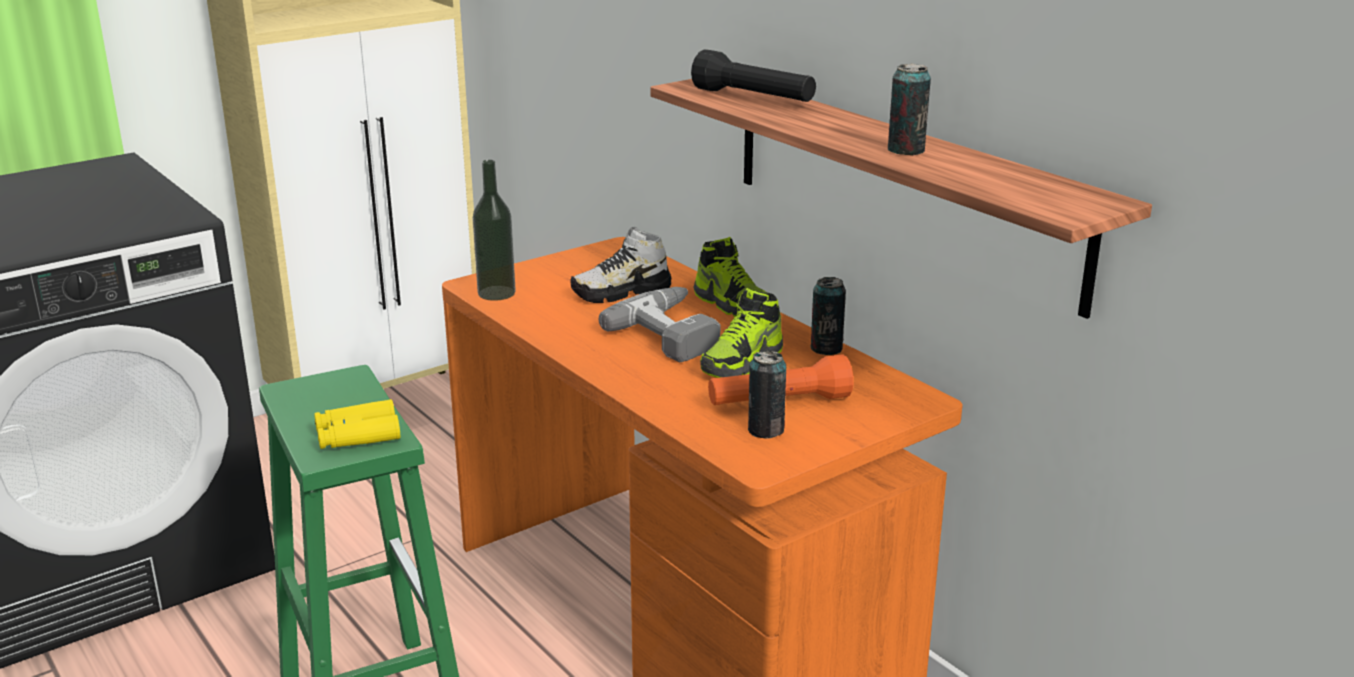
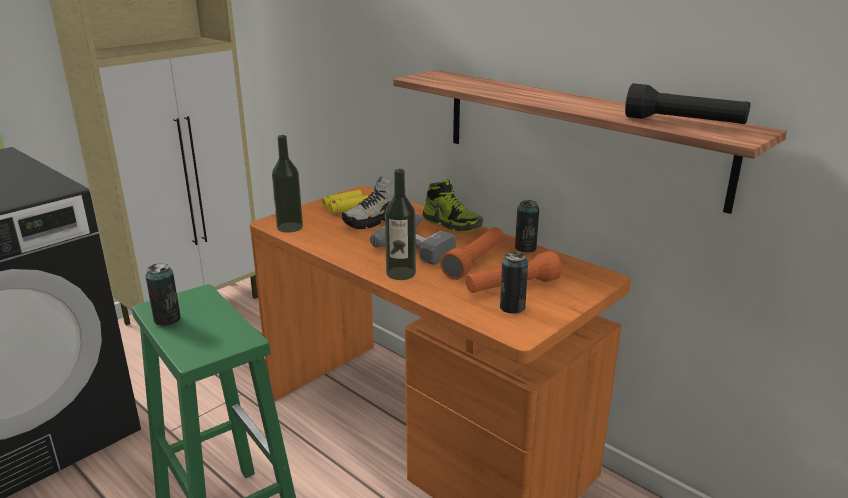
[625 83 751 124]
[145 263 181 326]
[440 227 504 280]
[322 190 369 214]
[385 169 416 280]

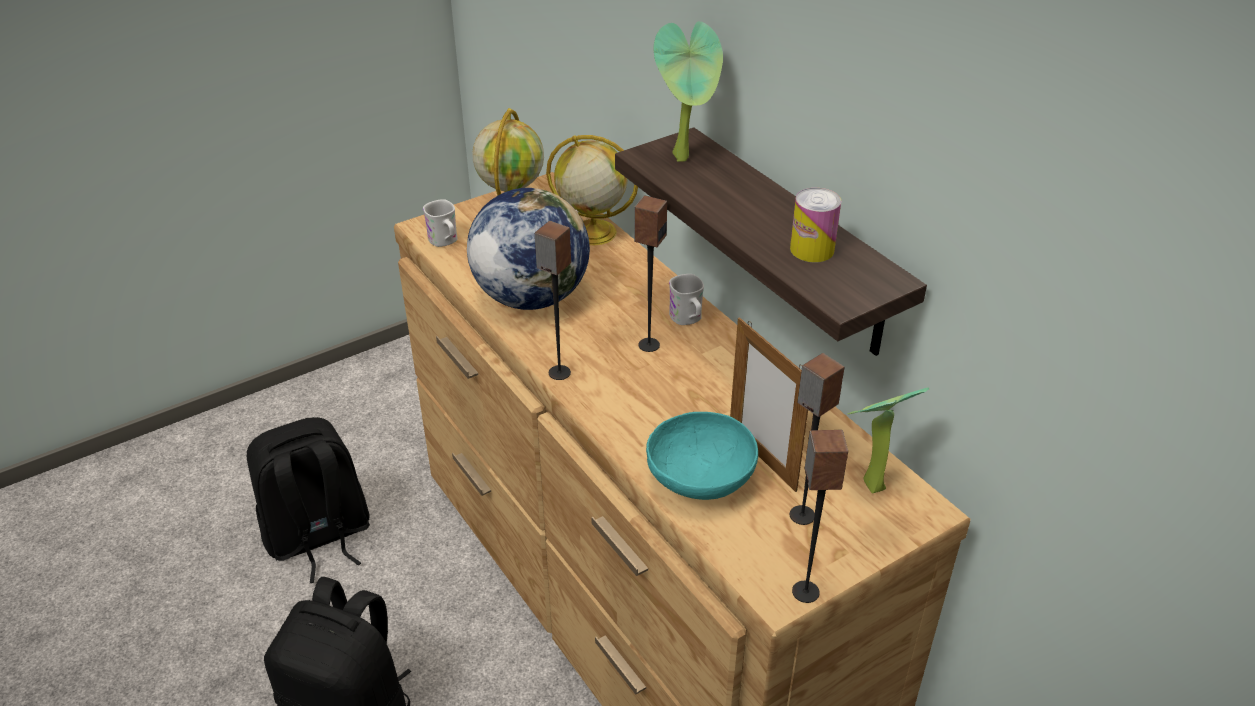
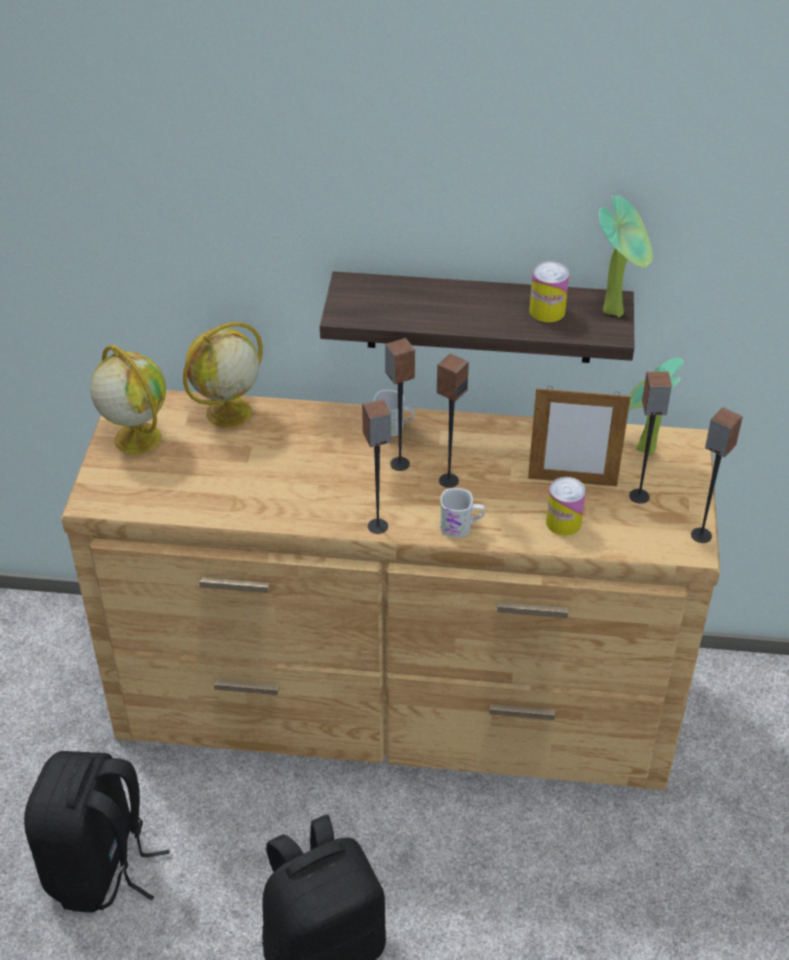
[599 195 653 317]
[467 188 590 310] (first image)
[440 488 485 537]
[546 477 586 536]
[437 353 469 488]

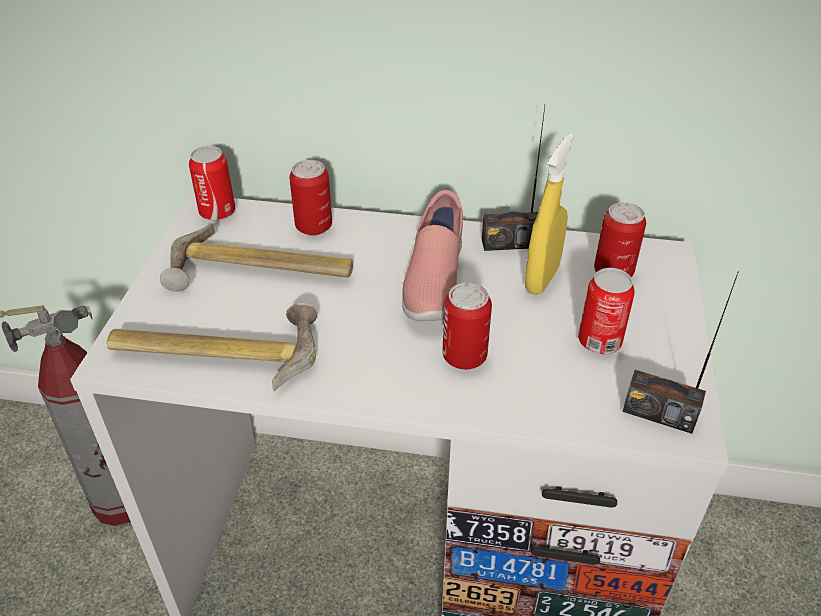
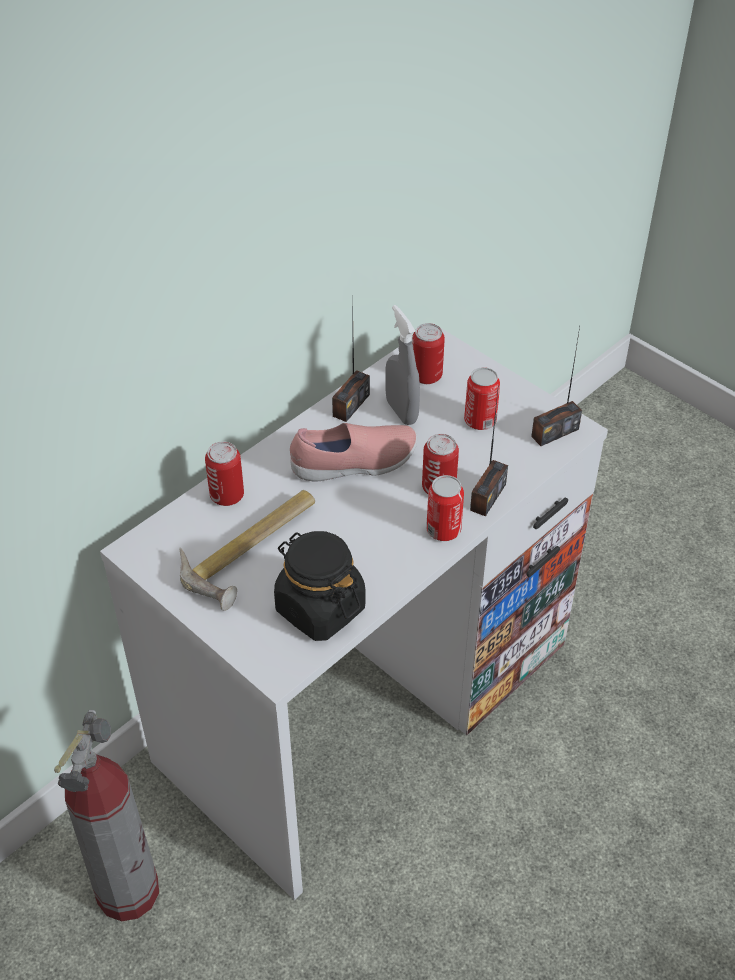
[385 305 420 425]
[426 475 464 541]
[290 423 417 481]
[274 531 365 641]
[470 391 508 517]

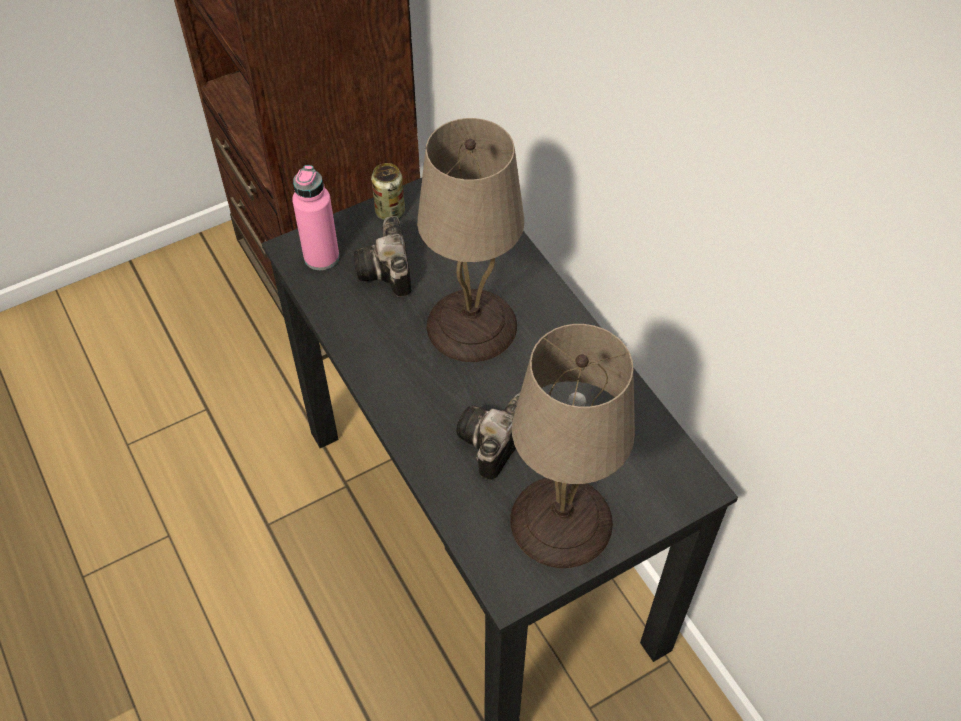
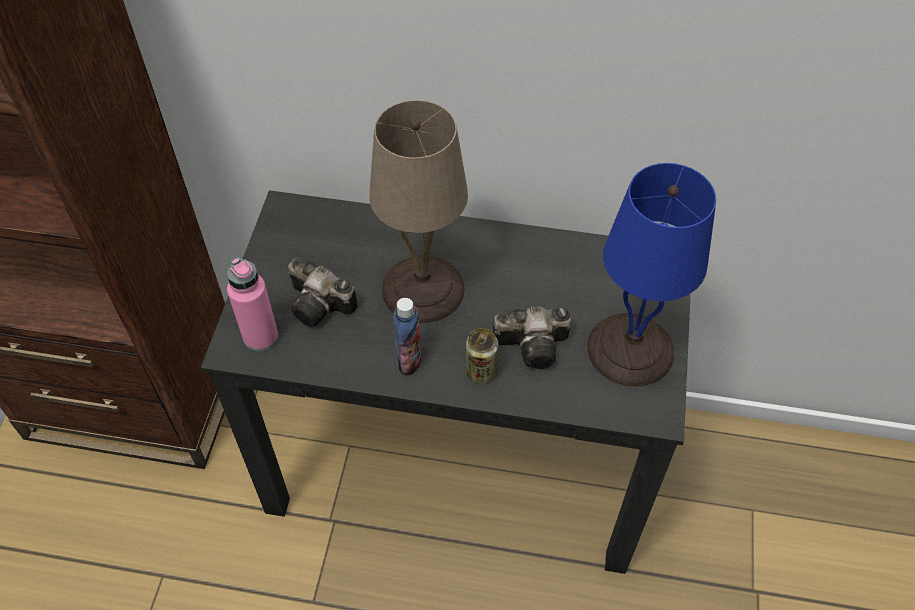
[466 328 498 384]
[587 163 716 387]
[493 306 571 370]
[393 298 421 375]

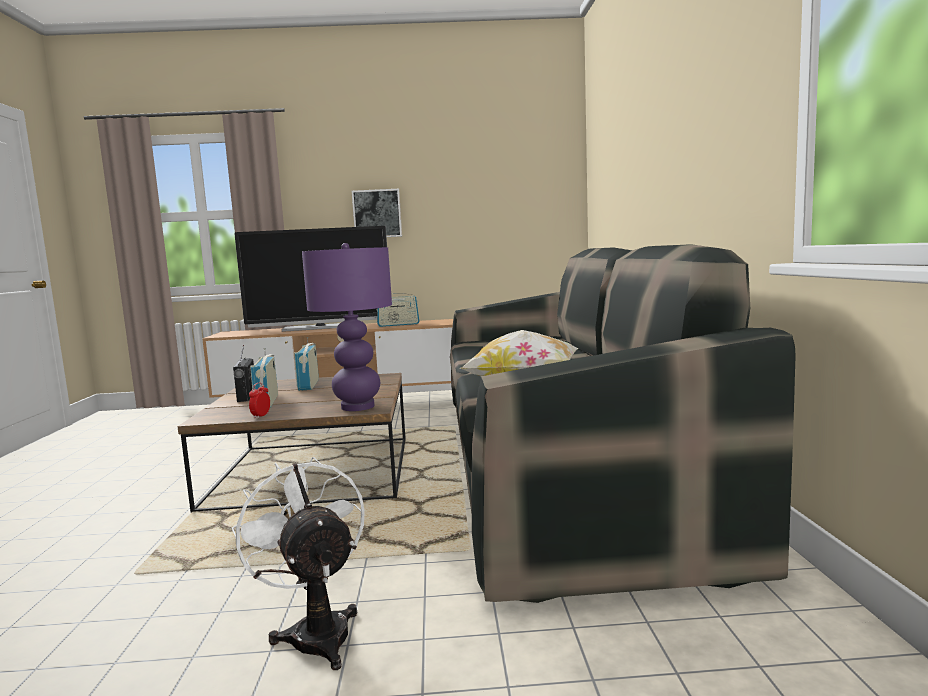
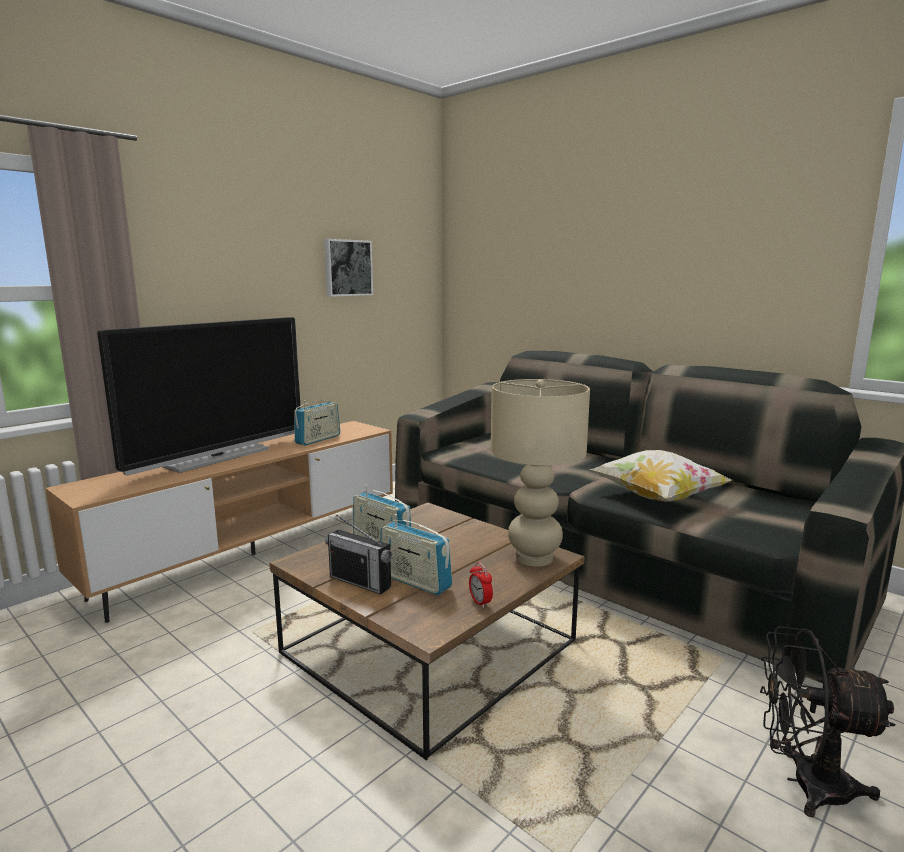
[324 239 373 297]
[491 379 590 567]
[760 626 895 817]

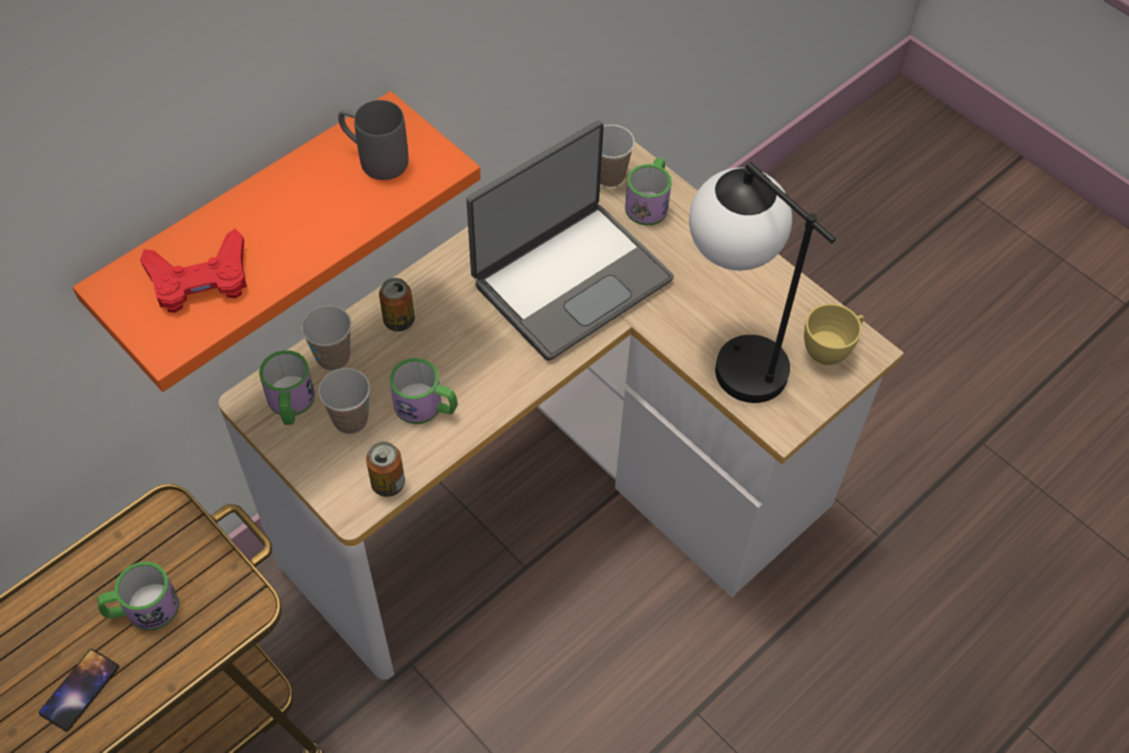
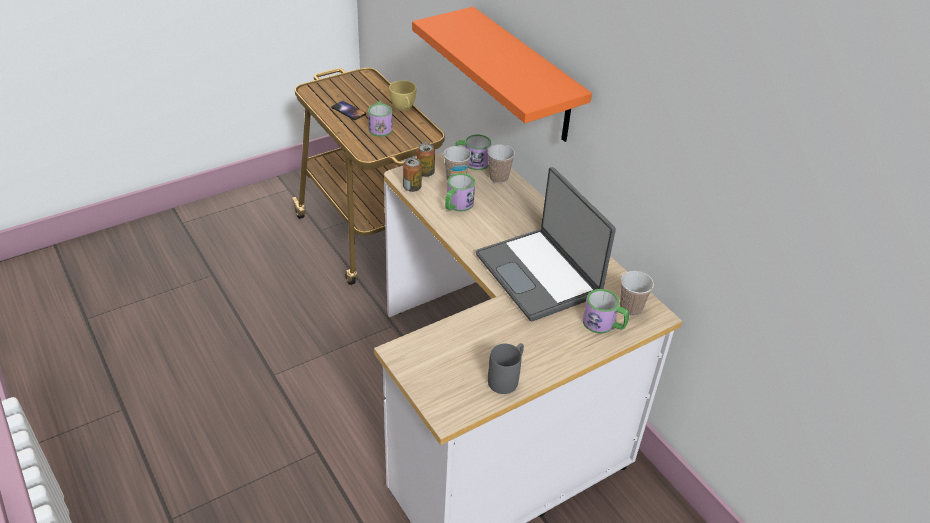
[488 343 524 394]
[689 162 836 403] (first image)
[140 229 247 313] (first image)
[417 143 435 177]
[389 80 416 111]

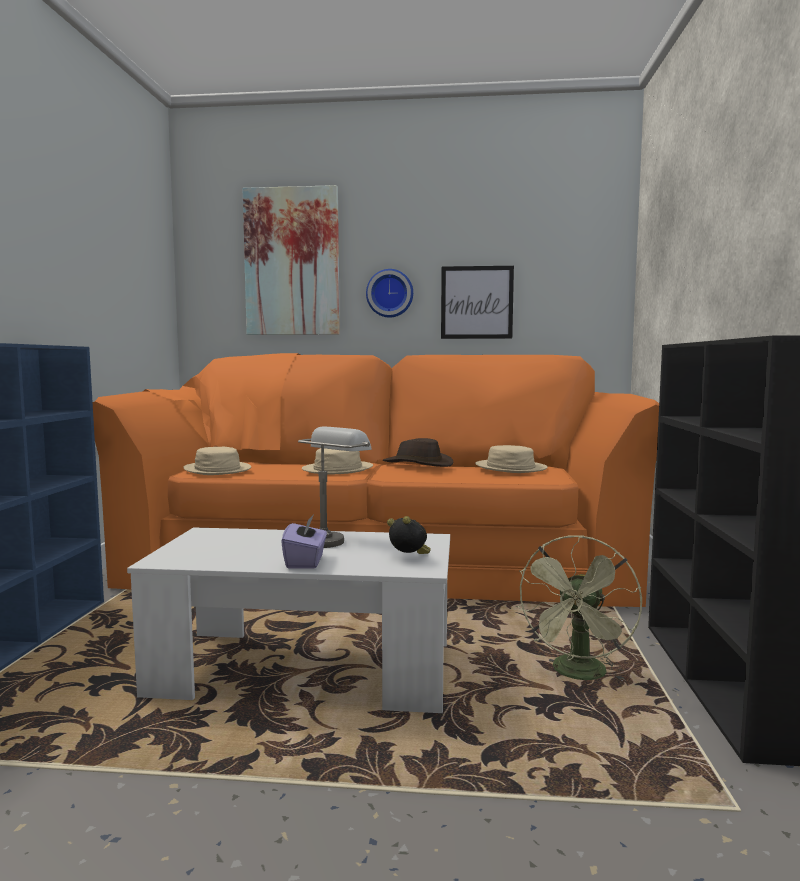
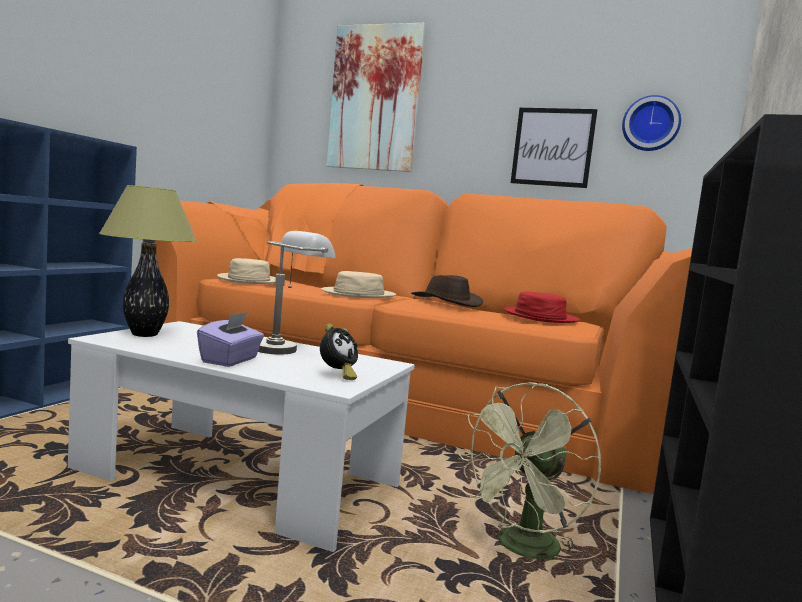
[622 95 681 151]
[503 292 580 323]
[320 324 358 380]
[99 185 197 337]

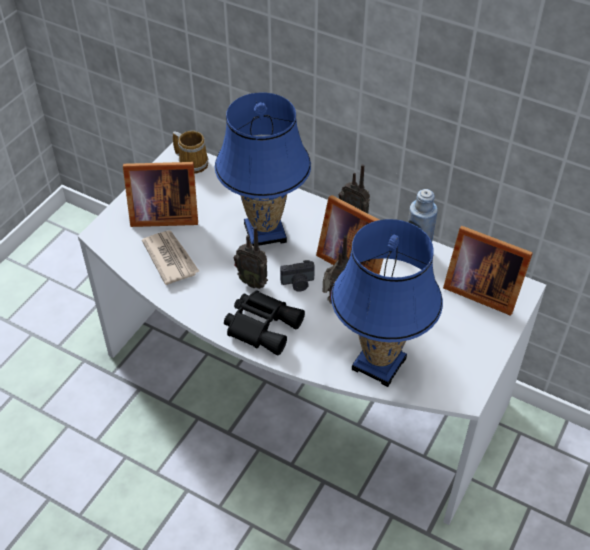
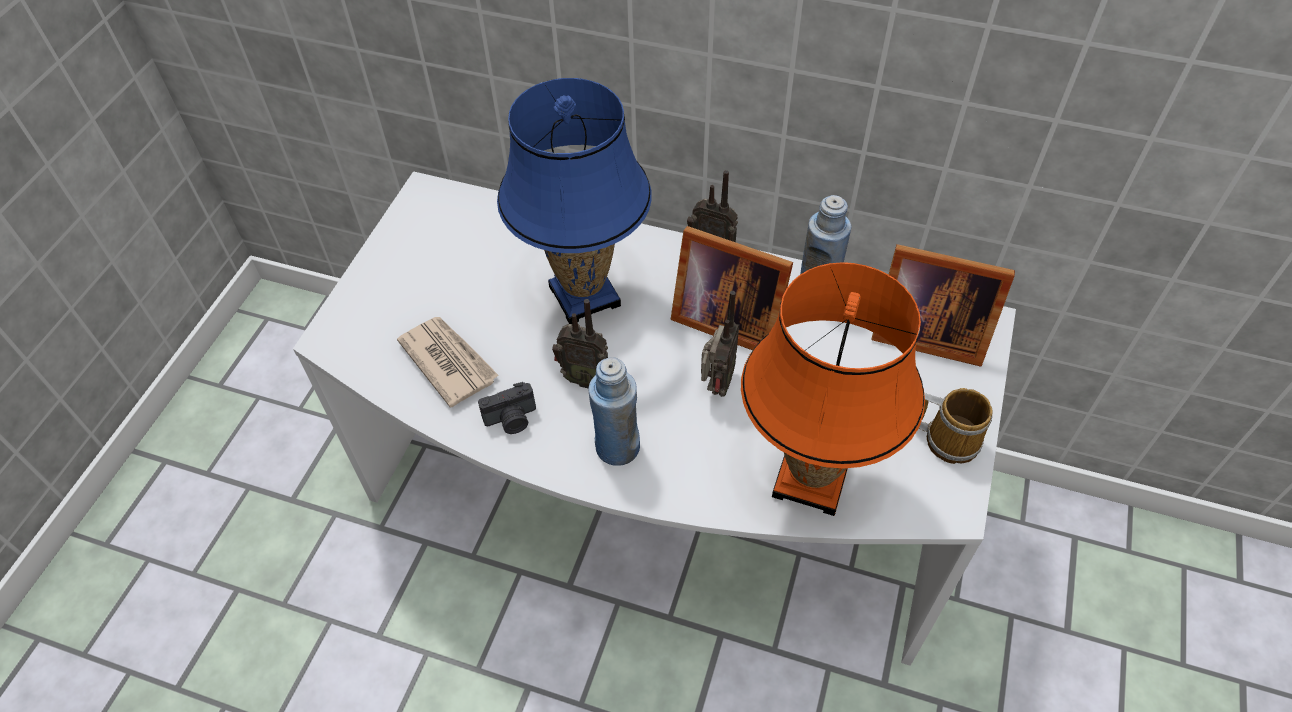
[919 388 992 464]
[123 162 198 227] (first image)
[741 262 925 516]
[478 382 536 434]
[588 357 640 466]

